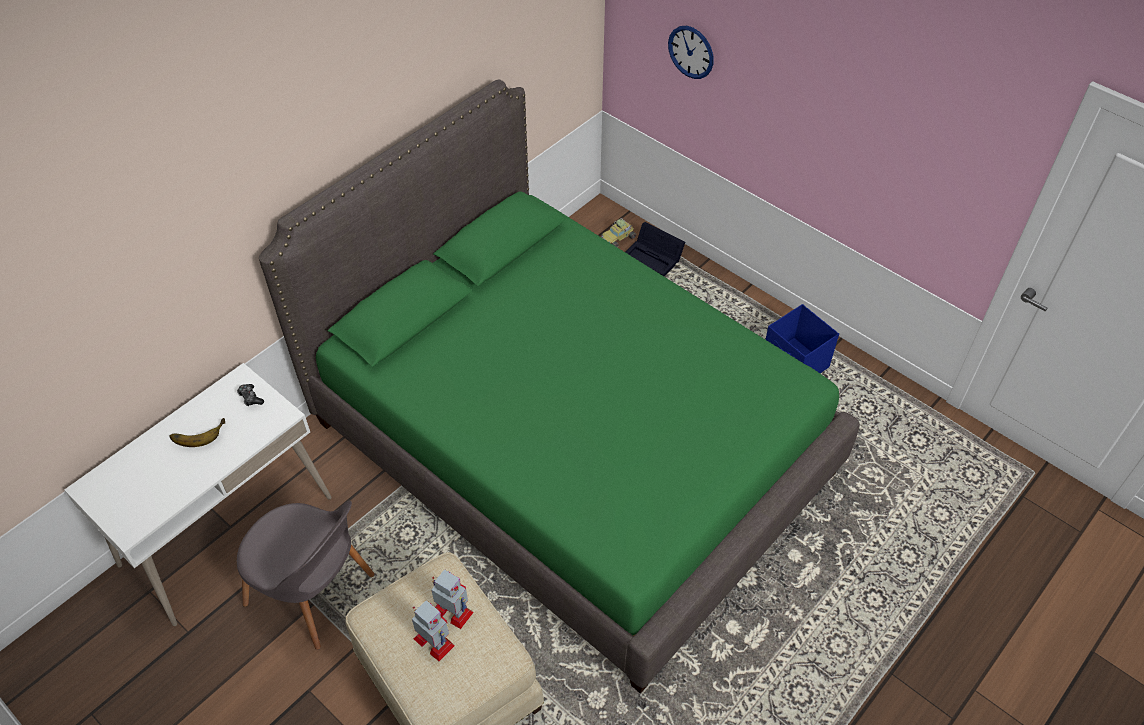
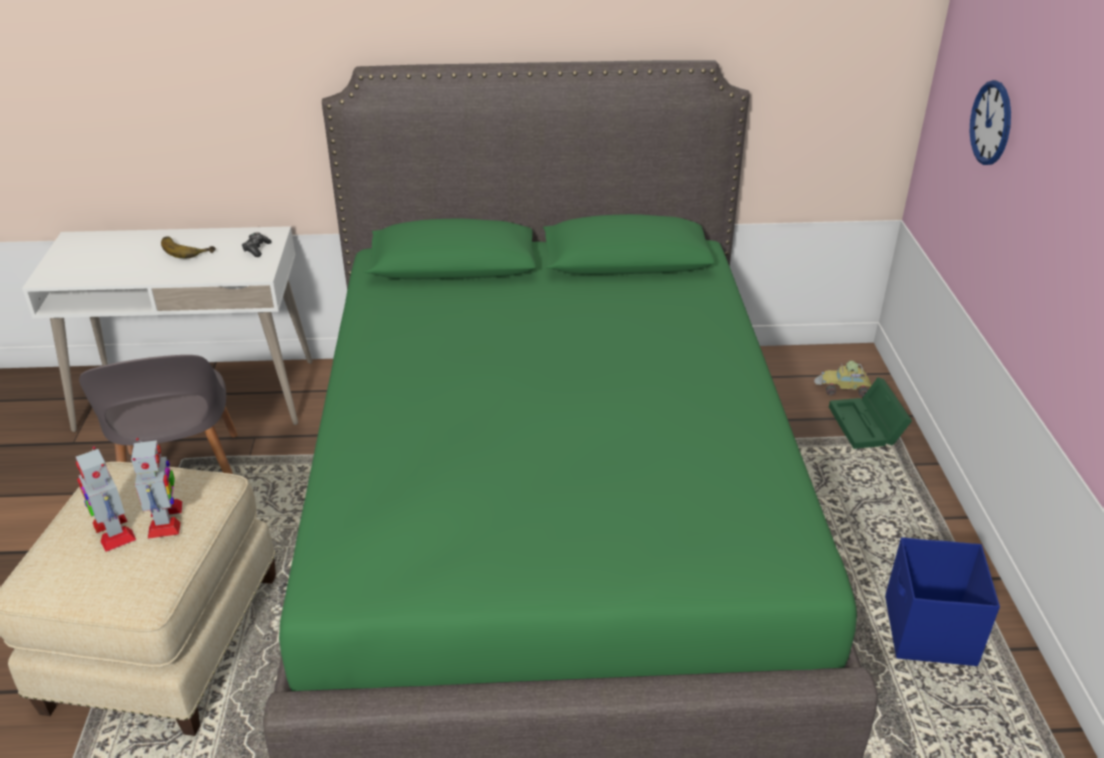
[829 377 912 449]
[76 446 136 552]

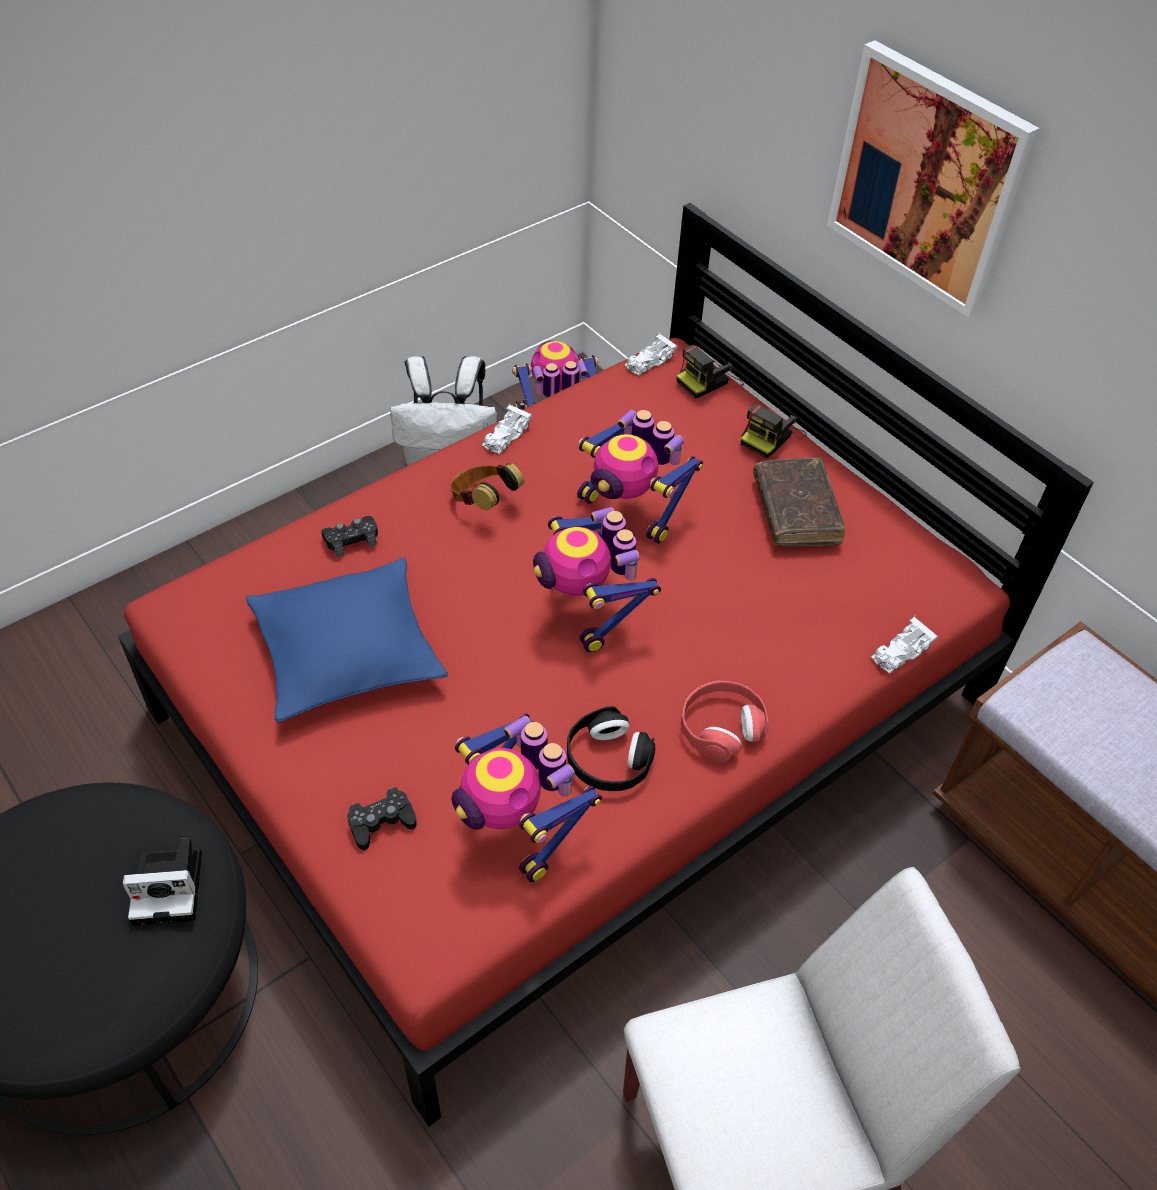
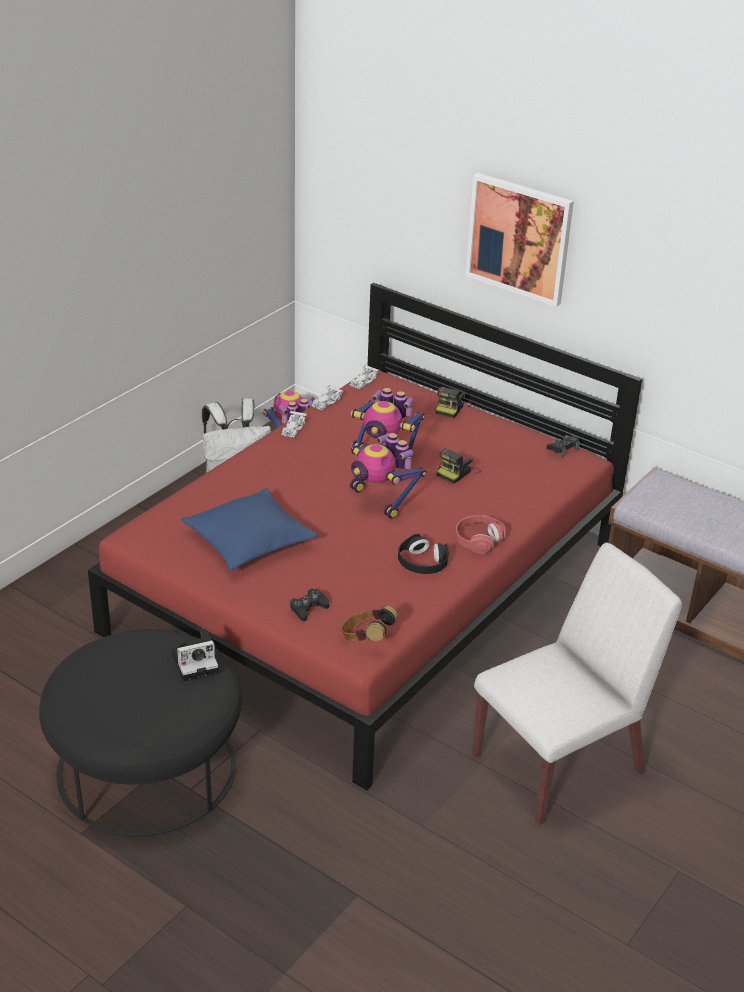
[437 448 481 484]
[753 457 845 547] (first image)
[341 606 398 641]
[546 435 580 457]
[311 385 343 411]
[452 713 602 882] (first image)

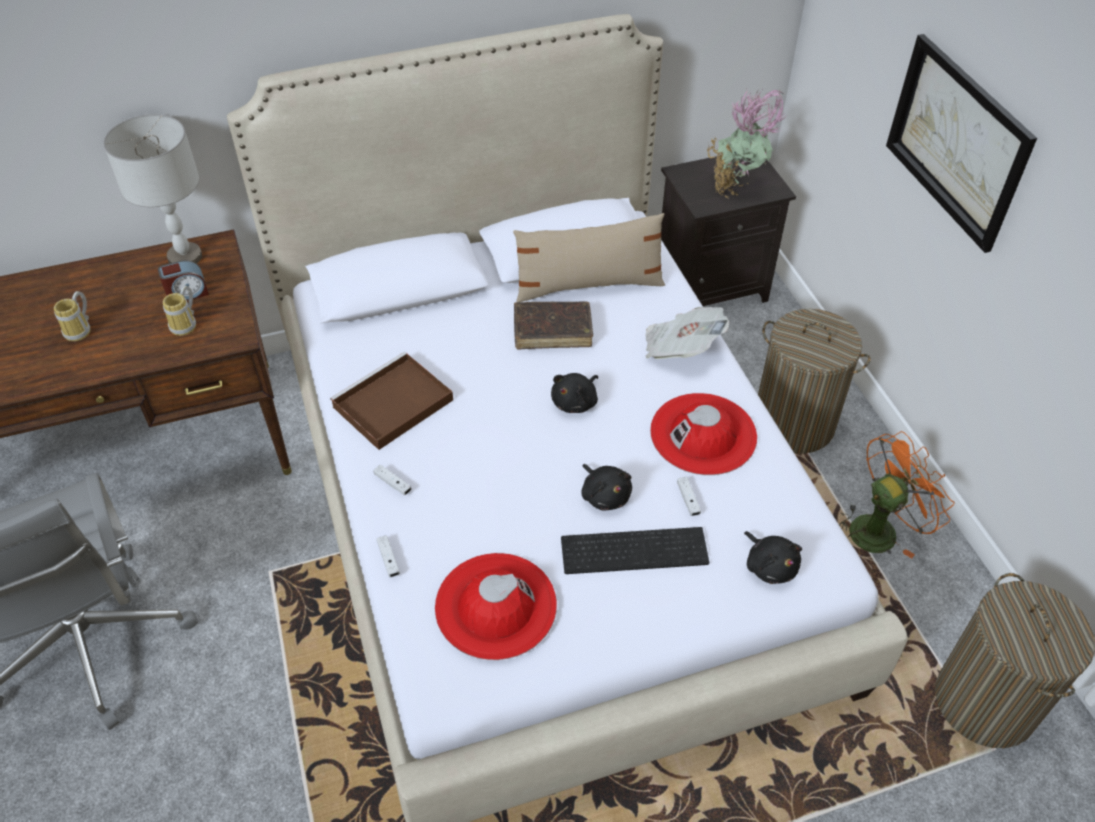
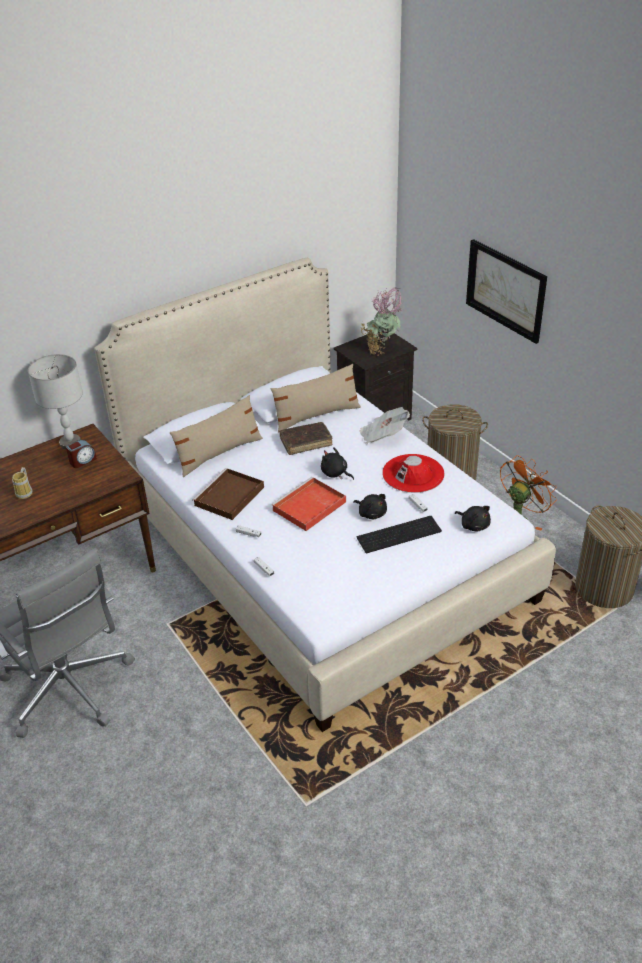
[163 286 196 336] (first image)
[321 447 354 480]
[435 553 557 660] (first image)
[170 395 263 477]
[271 477 346 531]

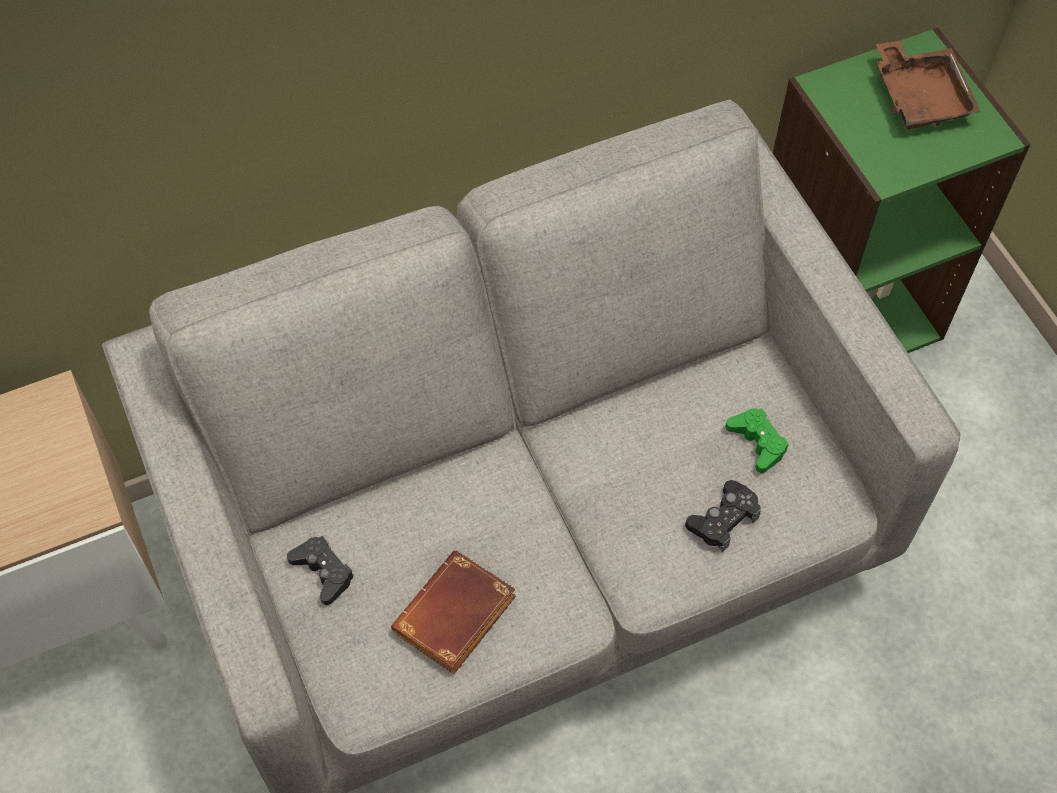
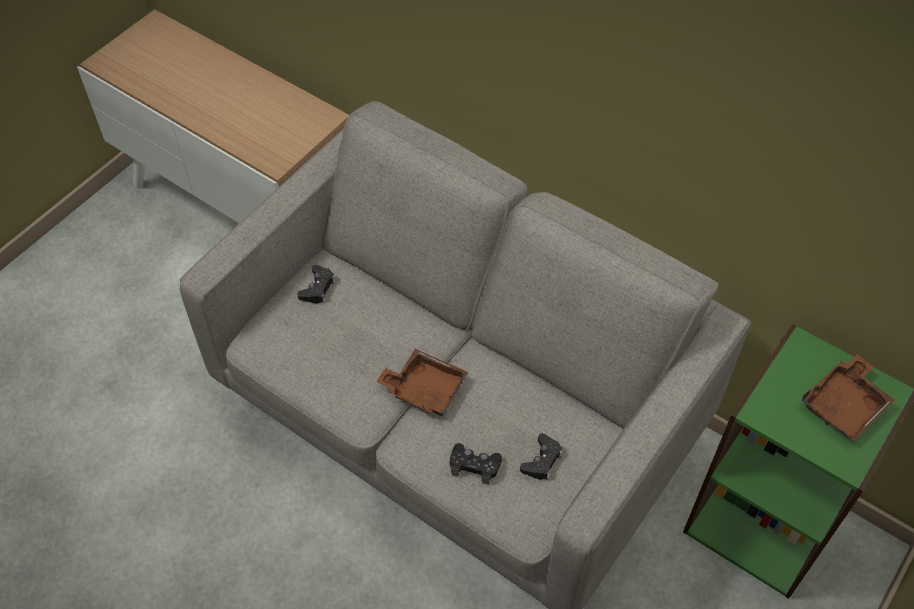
[520 433 563 480]
[391 550 516 674] (first image)
[376 349 468 416]

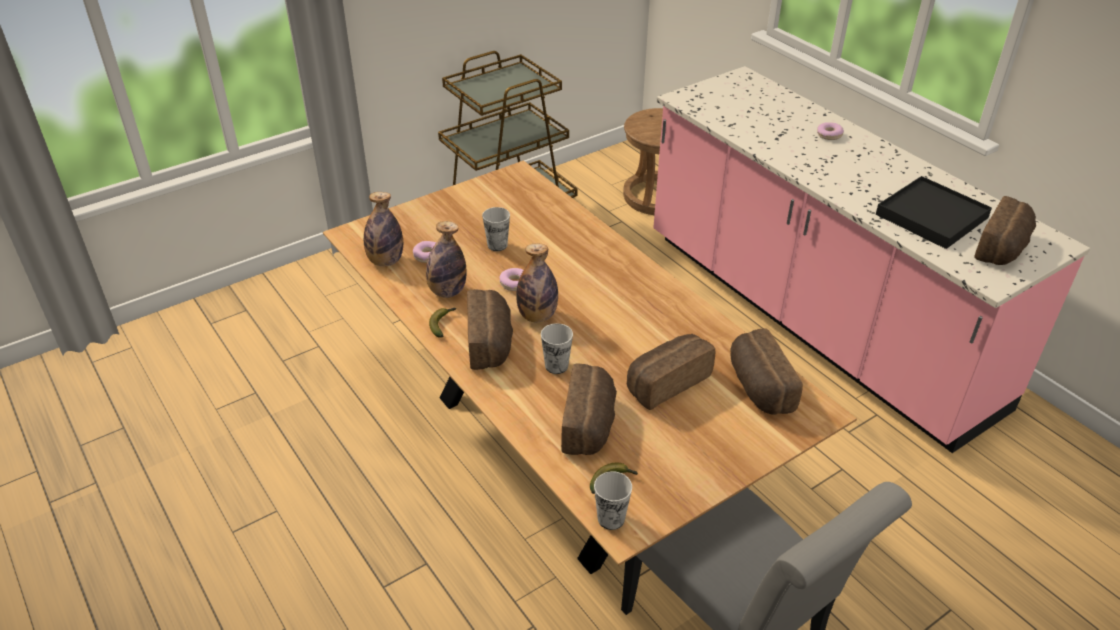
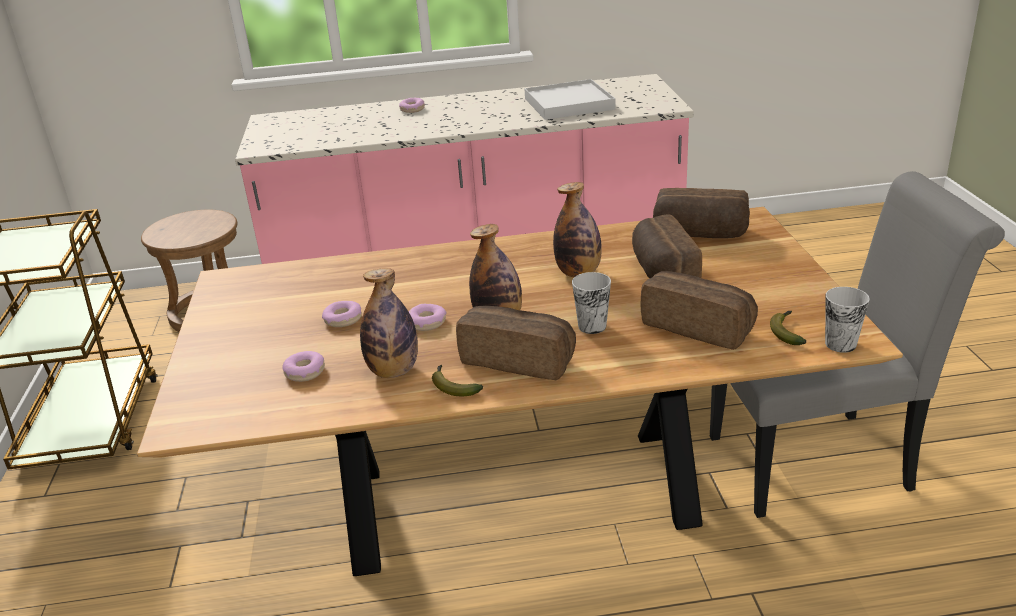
[524 79 615 120]
[553 182 602 277]
[974 196 1036 265] (first image)
[322 301 362 327]

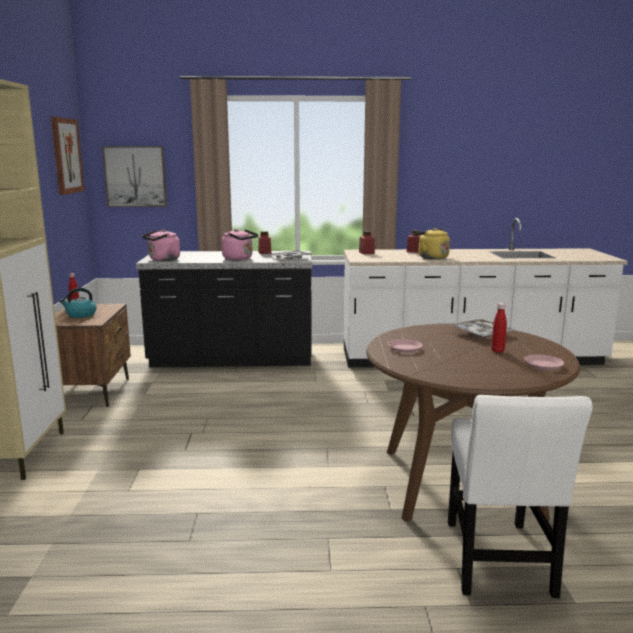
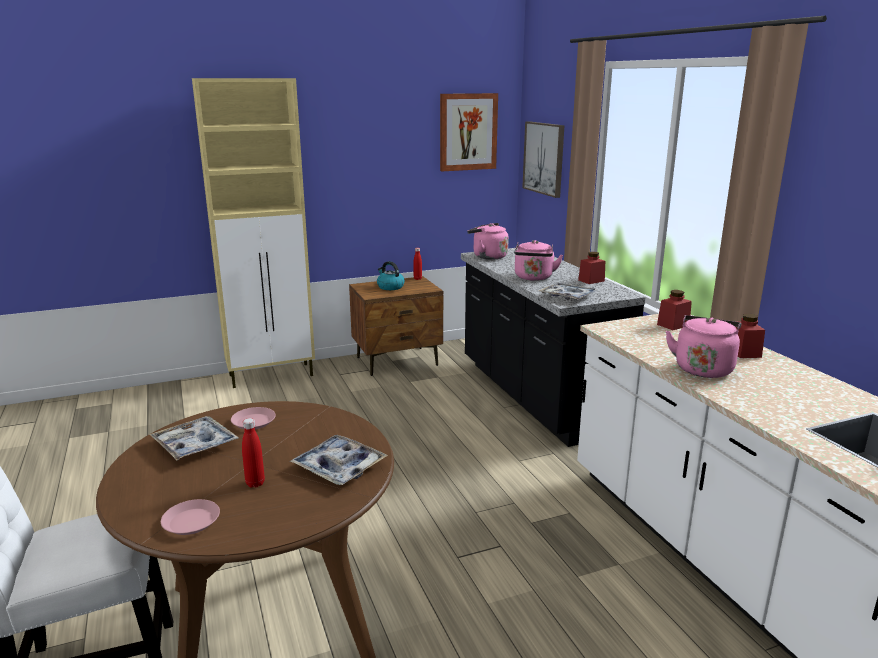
[666 315 741 378]
[149 416 238 460]

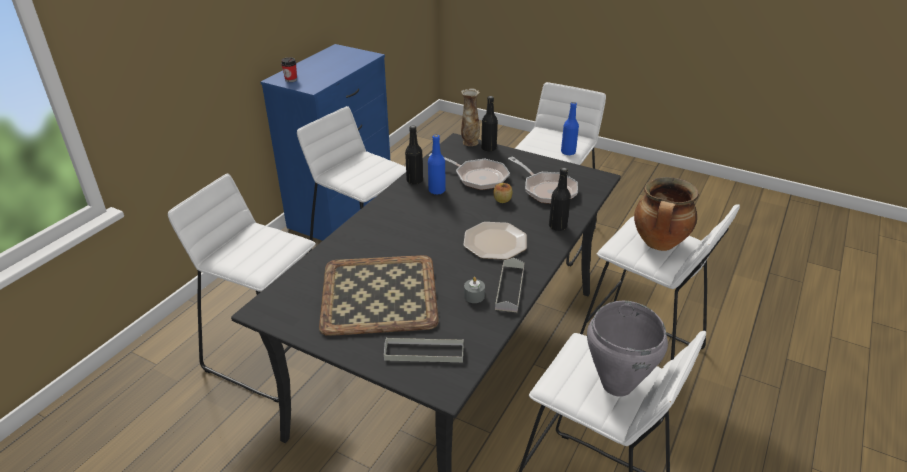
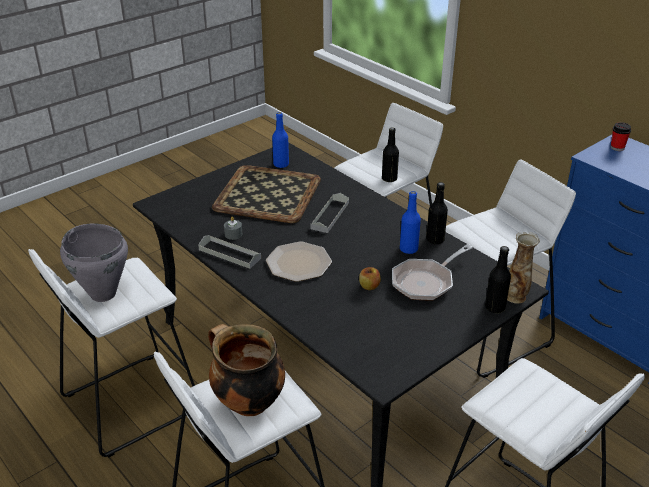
[272 112 289 168]
[508 157 578 204] (first image)
[382 127 399 183]
[310 193 349 233]

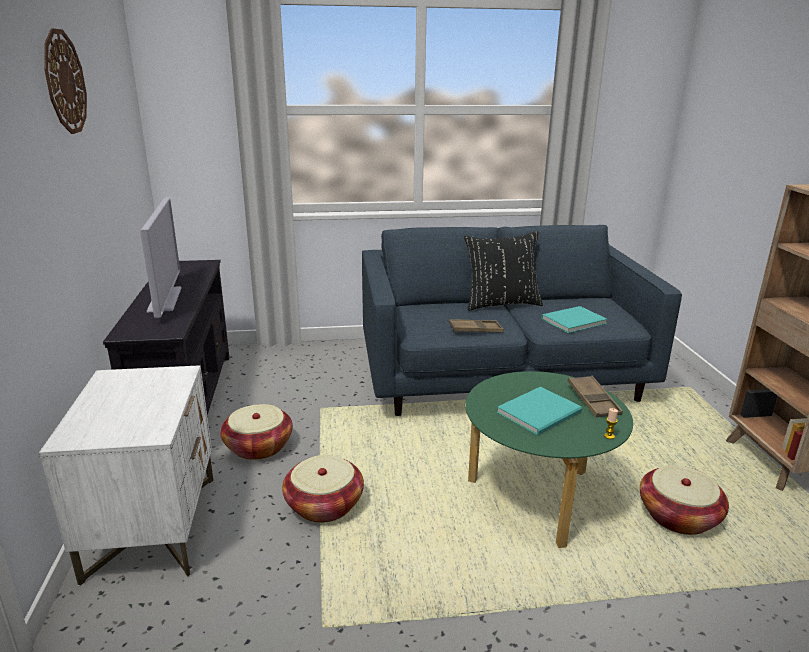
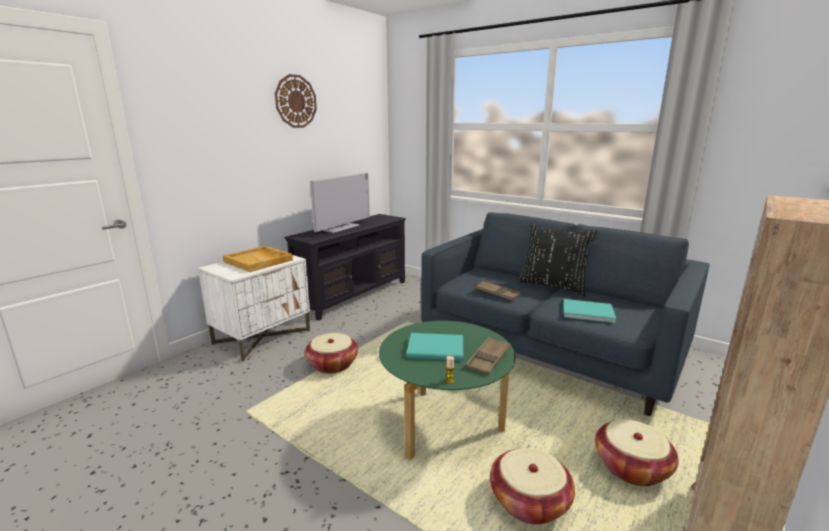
[595 419 678 486]
[223 246 293 272]

